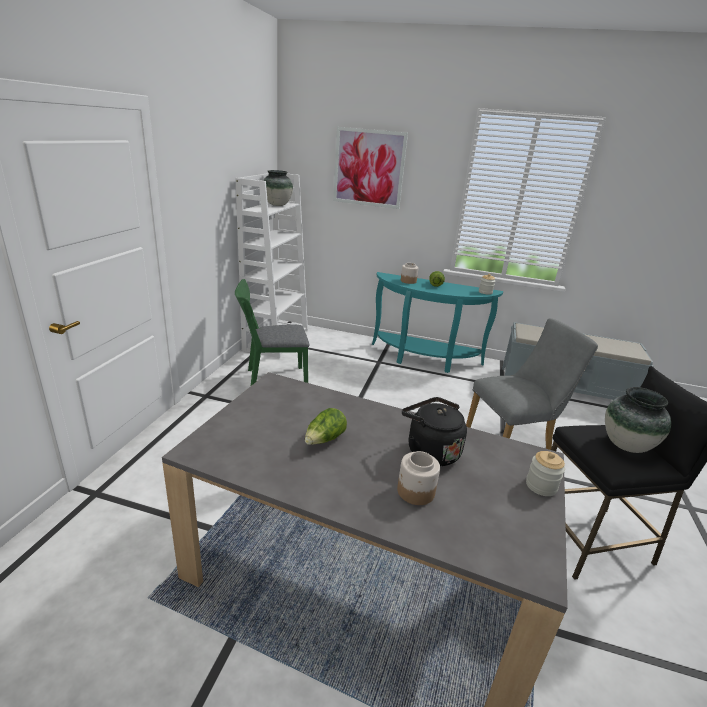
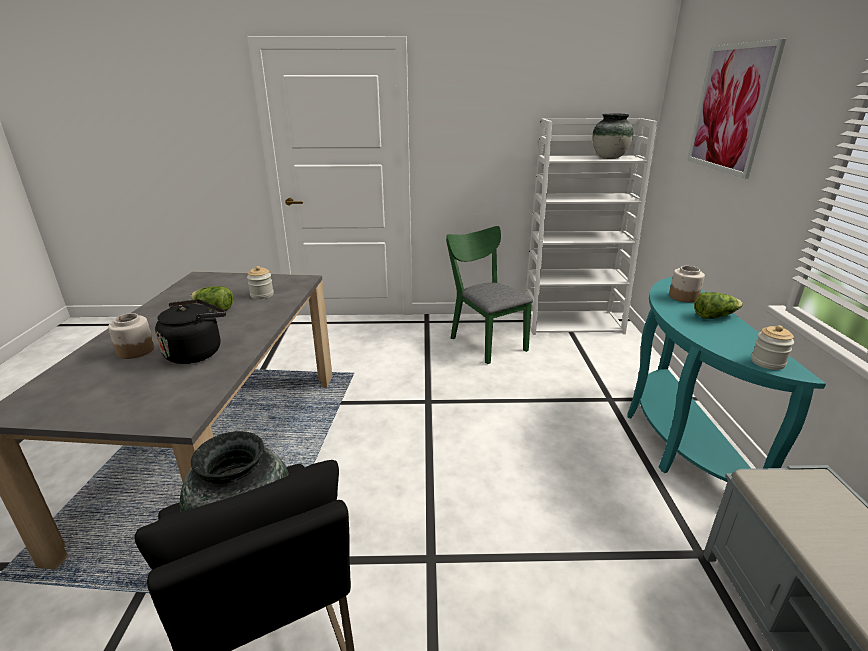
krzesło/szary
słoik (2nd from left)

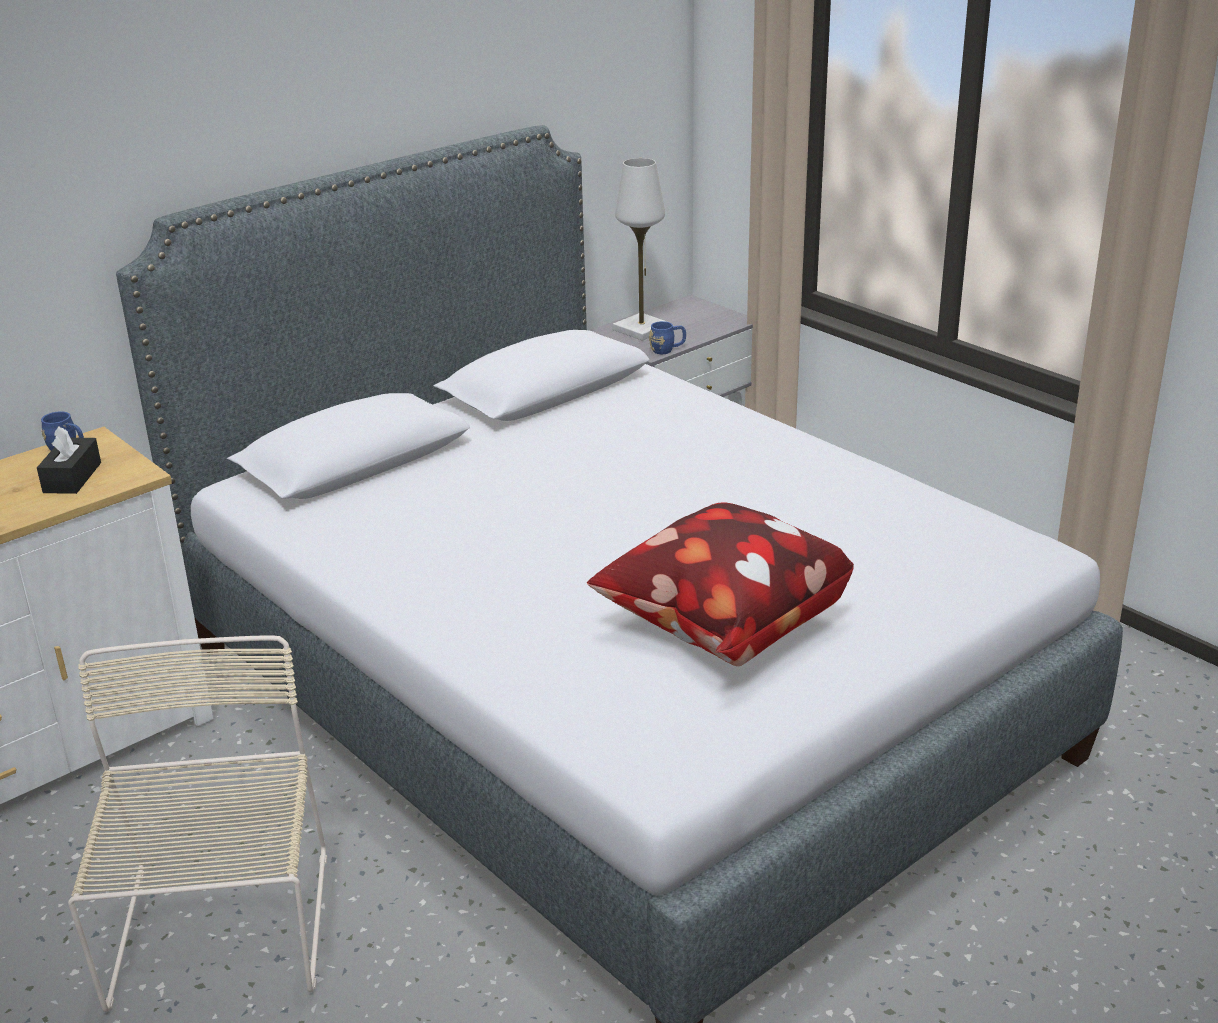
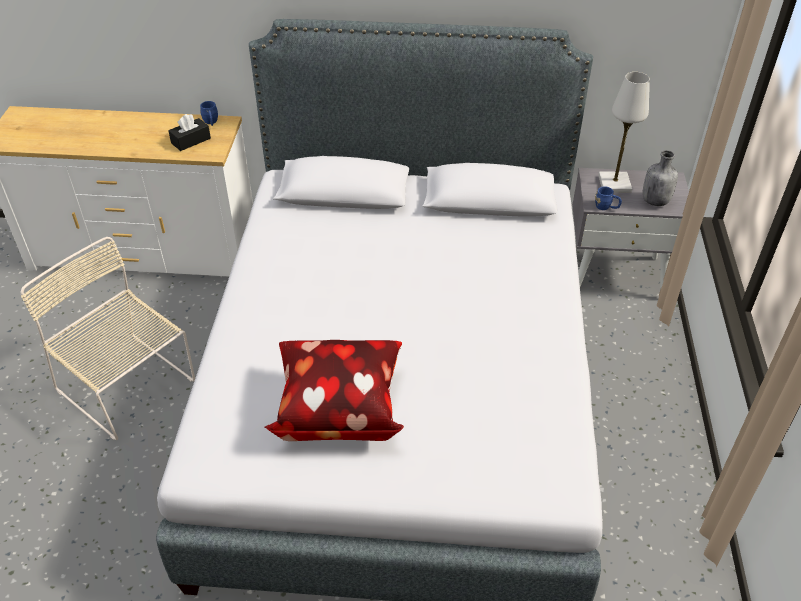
krzesło/beżowy
butelka/szary

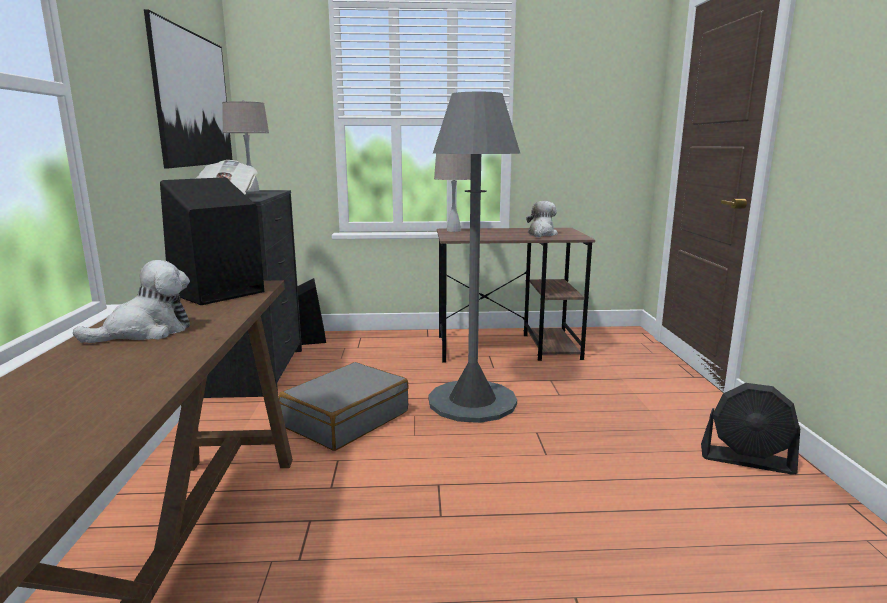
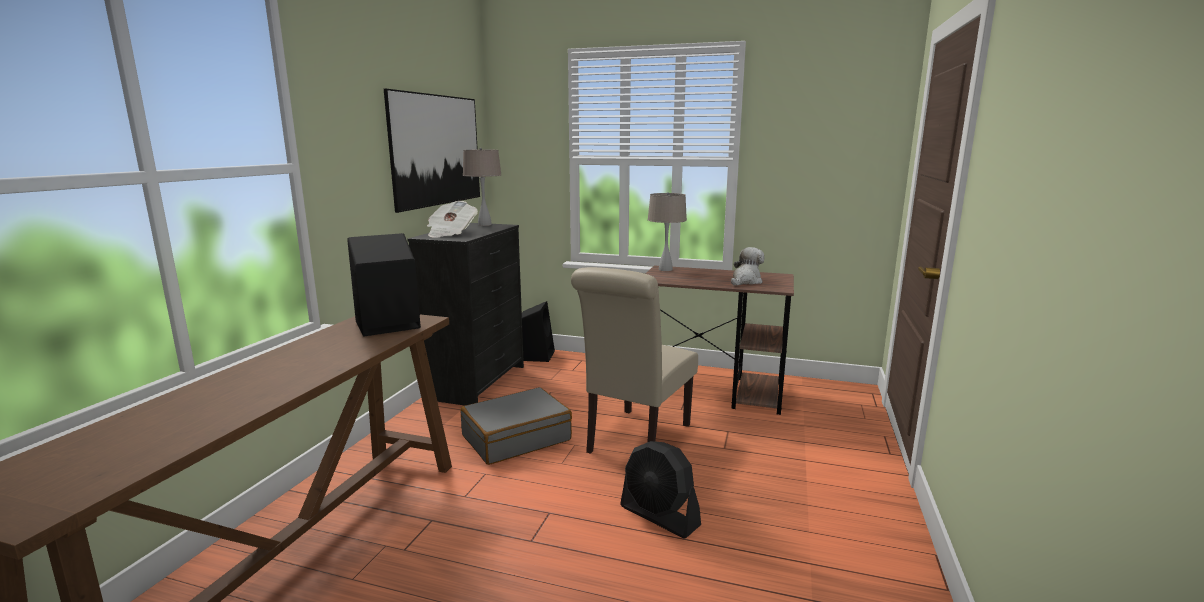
krzesło/beżowy
pluszak (1st from left in the first image)
wentylator/czarny

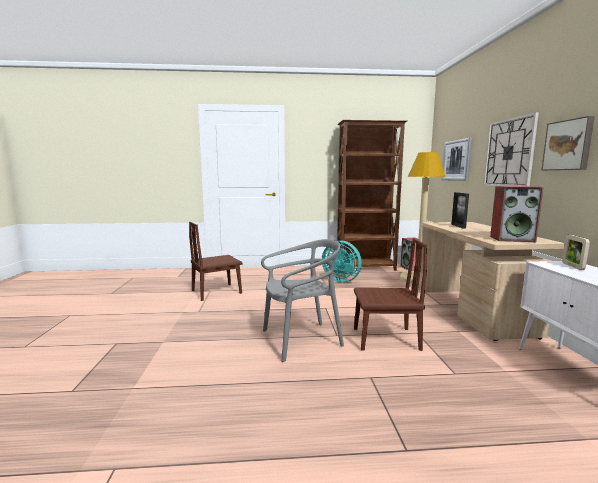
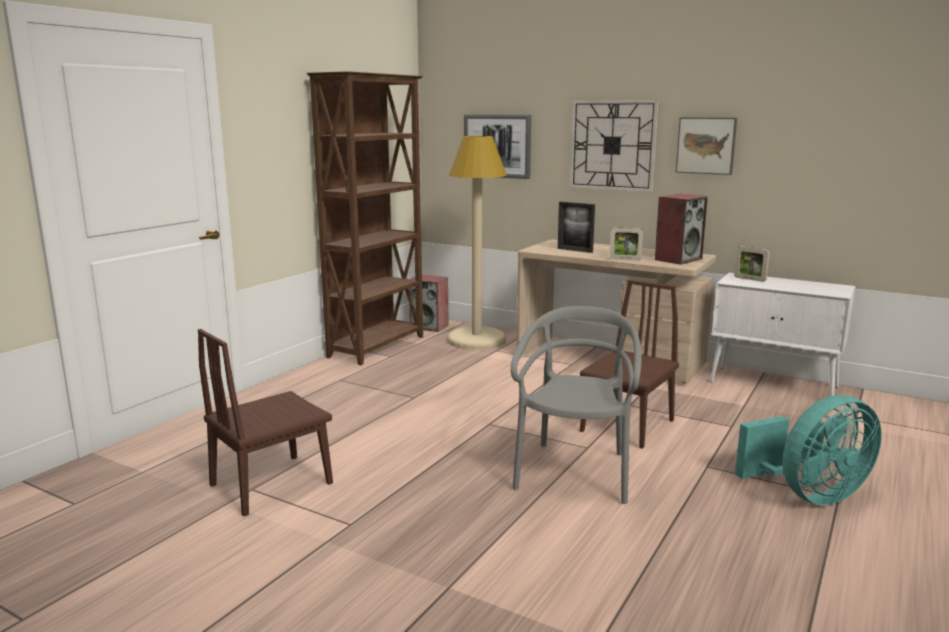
krzesło/brązowy (1st from left)
wentylator/turkusowy
ramka na zdjęcie (2nd from left)

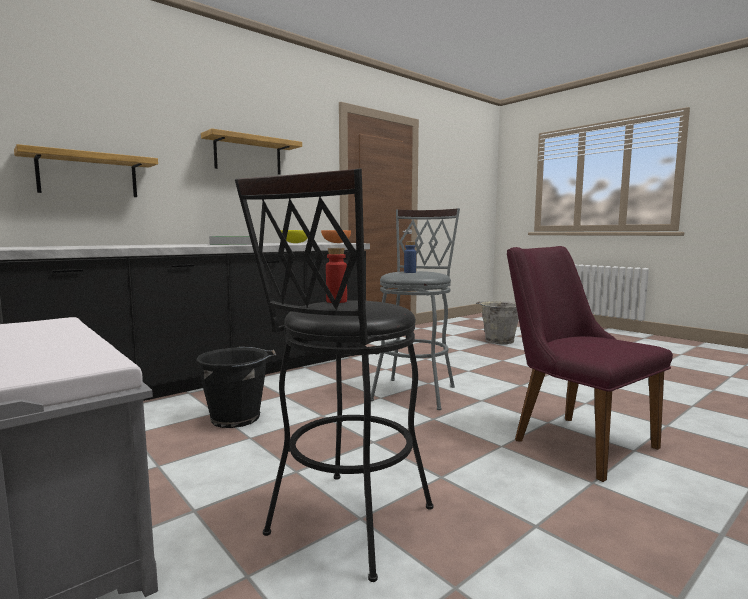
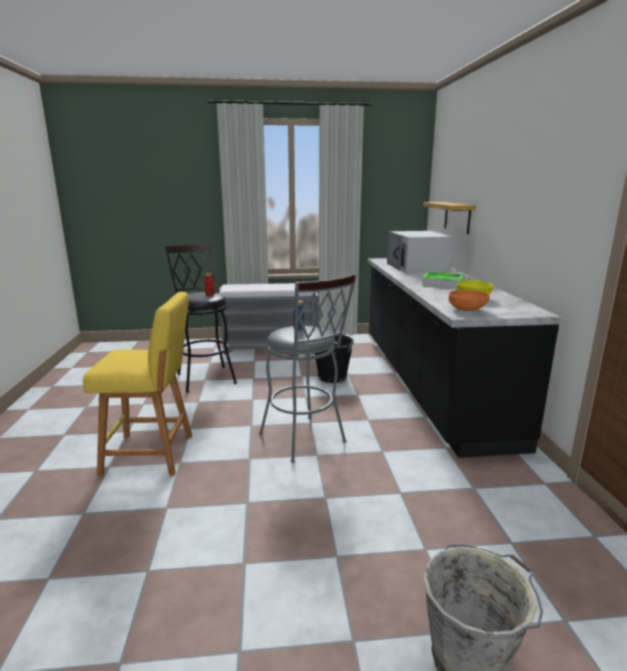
półka (2nd from left in the first image)
stołek/żółty
mikrofalówka/biały

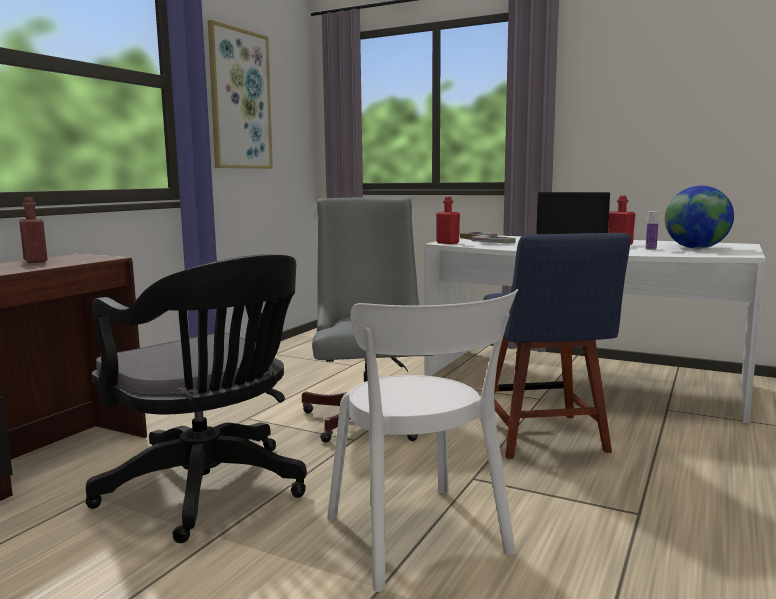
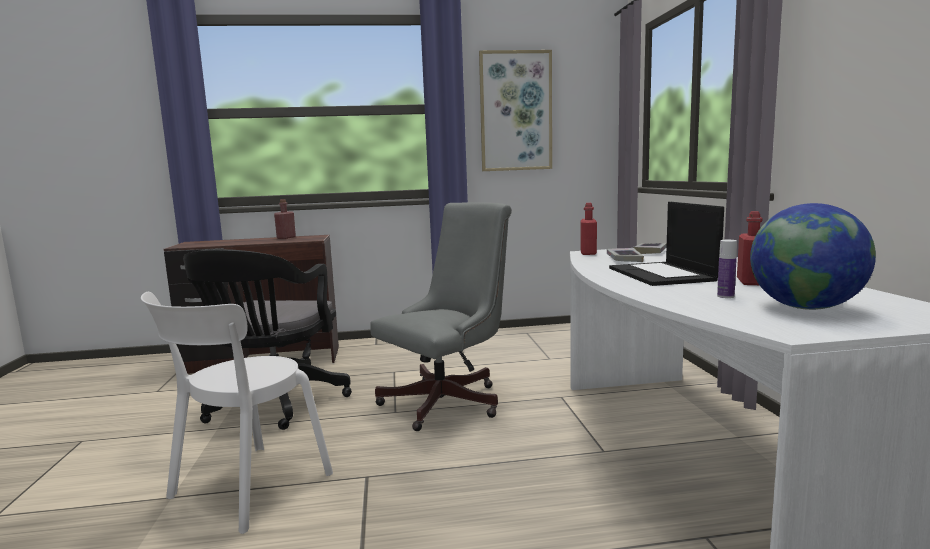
krzesło/niebieski

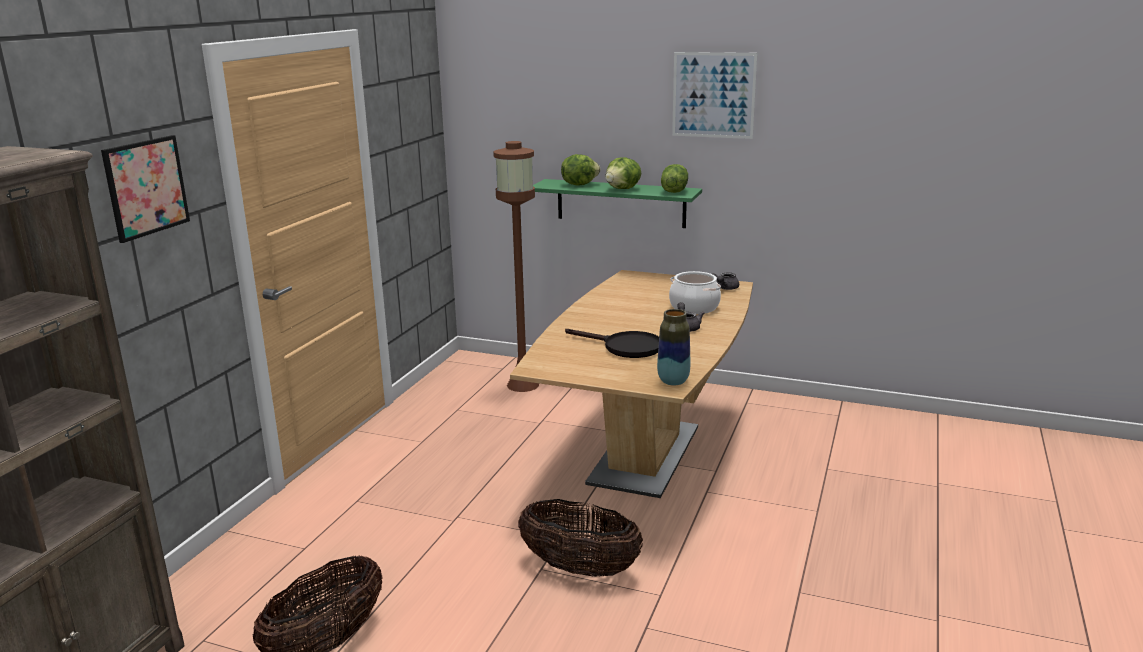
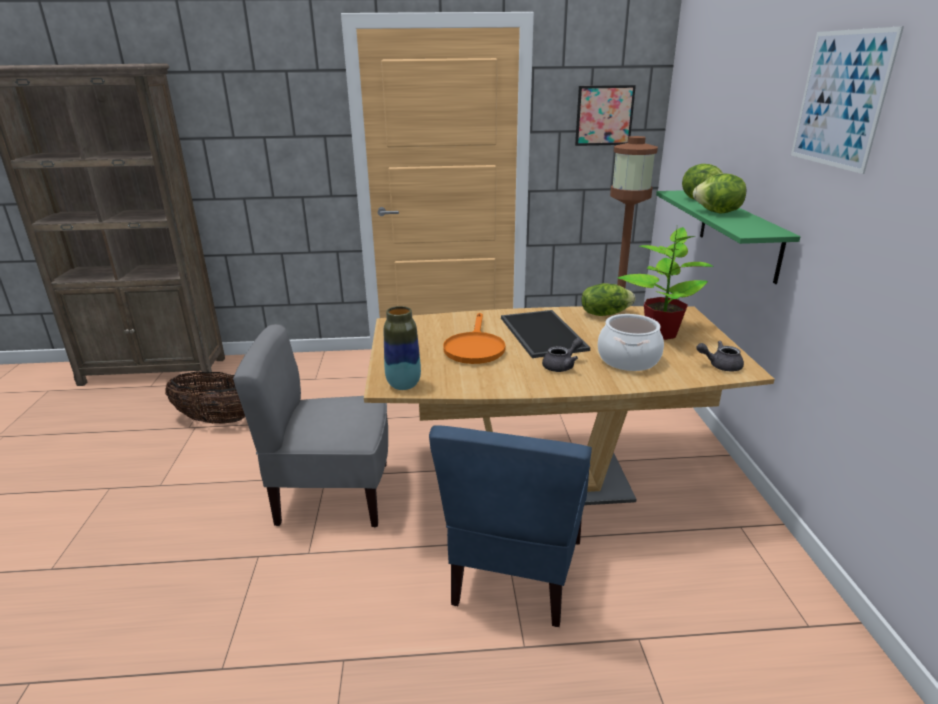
obraz (1st from left)
sałata (1st from left)
patelnia/pomarańczowy
krzesło/szary
roślina doniczkowa
taca
krzesło/niebieski

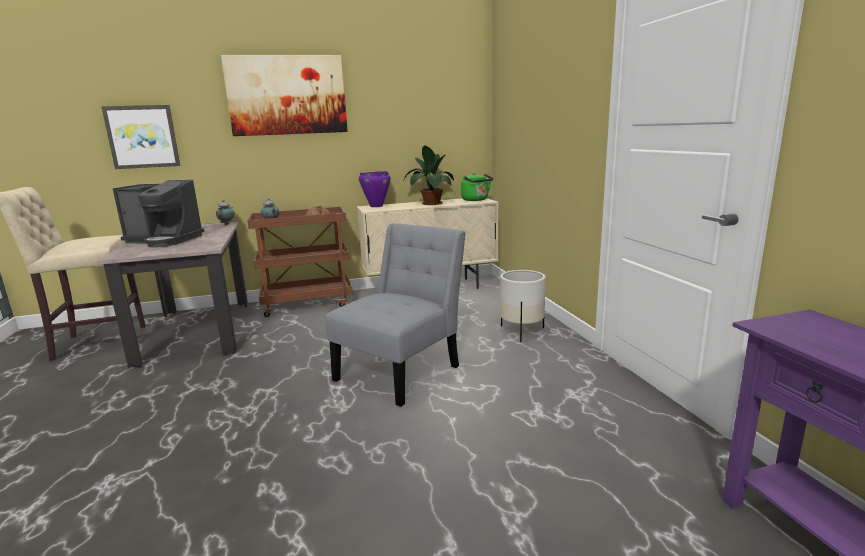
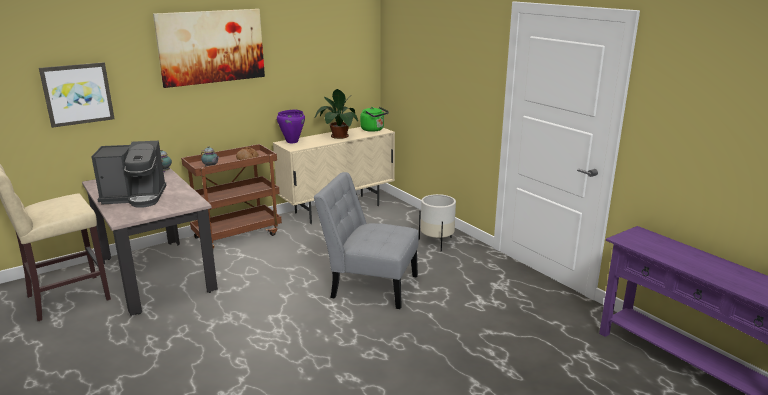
krzesło/szary

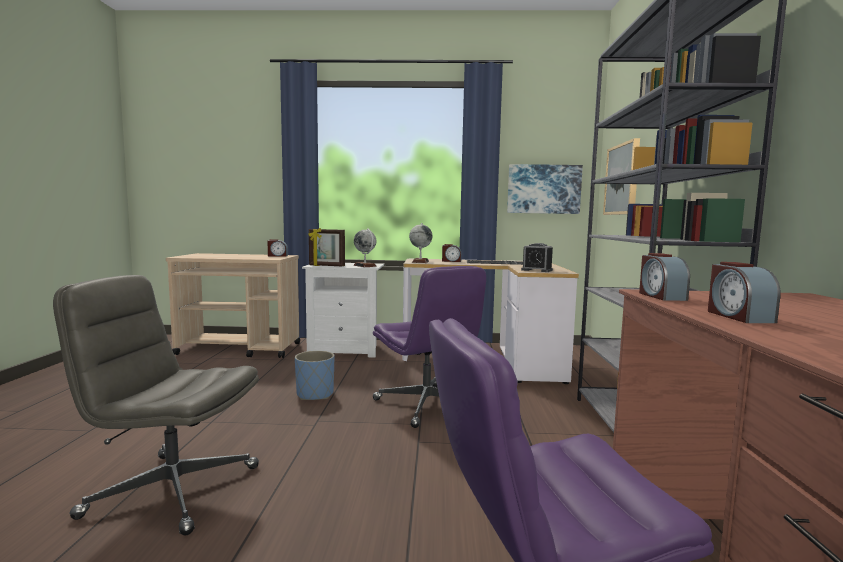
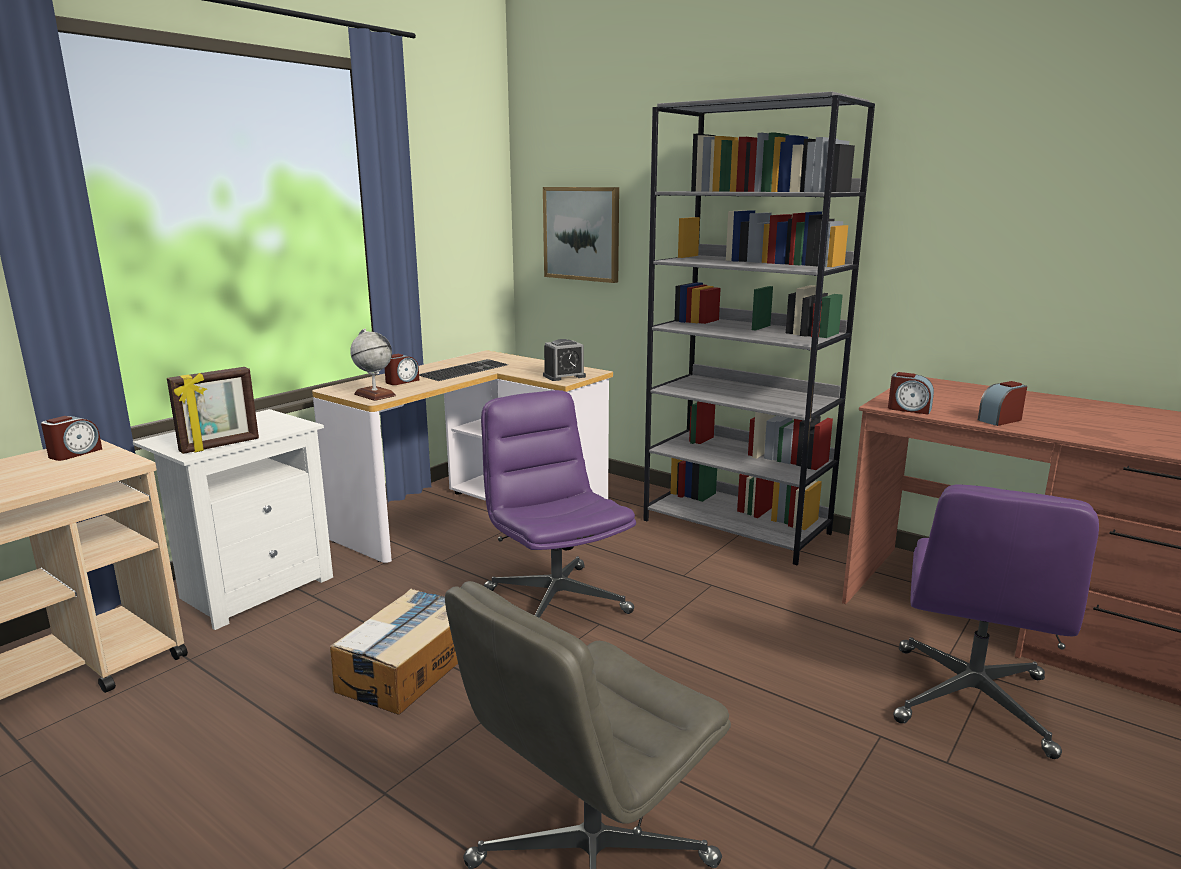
obraz (1st from left in the first image)
globus (1st from left in the first image)
budzik (5th from left)
krzesło biurowe/fioletowy (1st from left)
karton

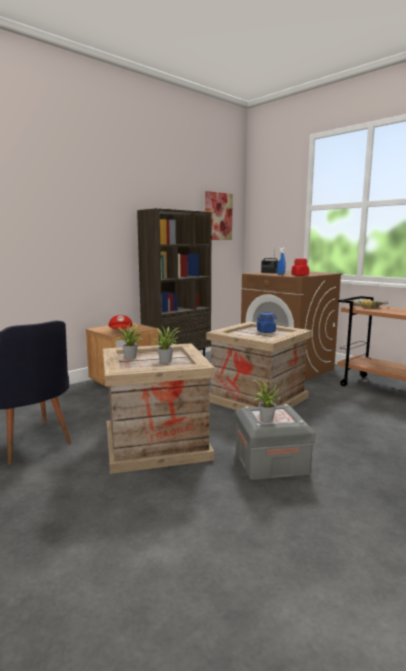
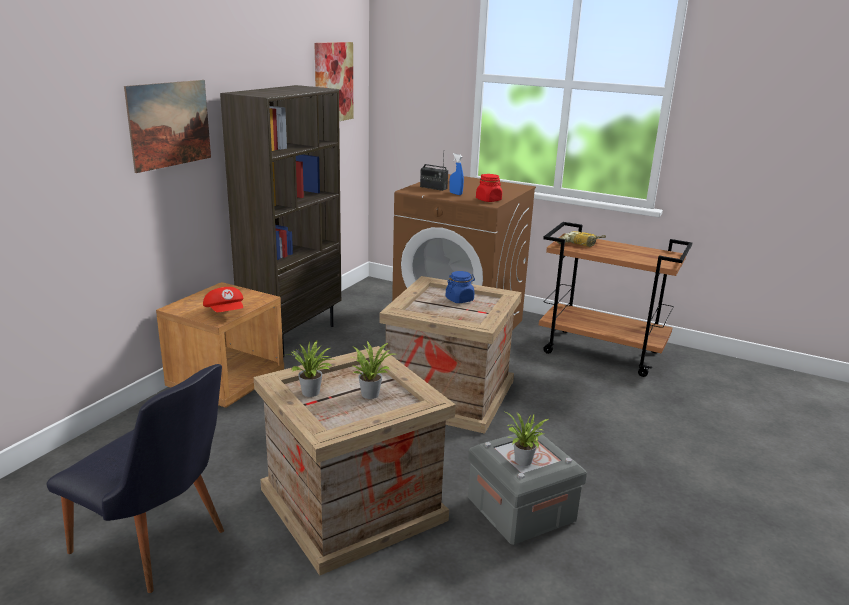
obraz (1st from left)

